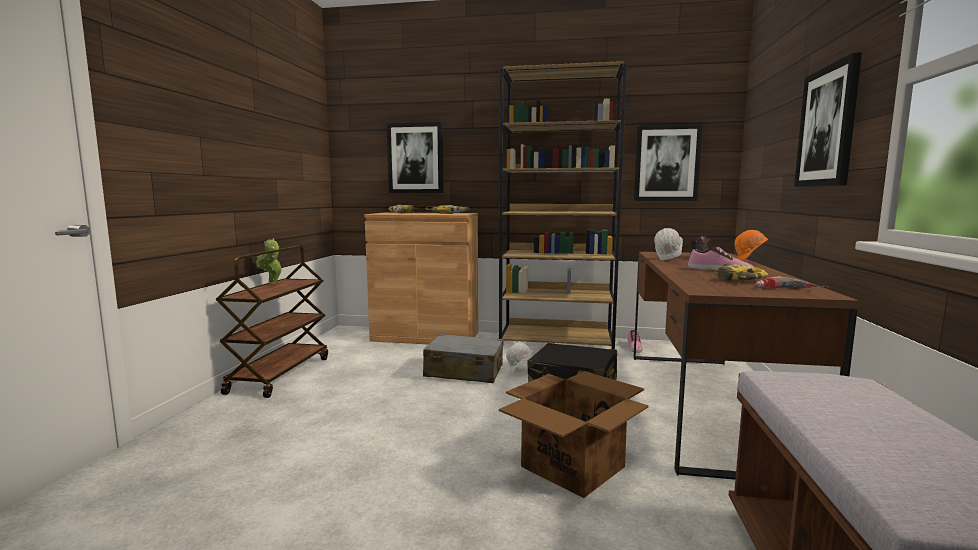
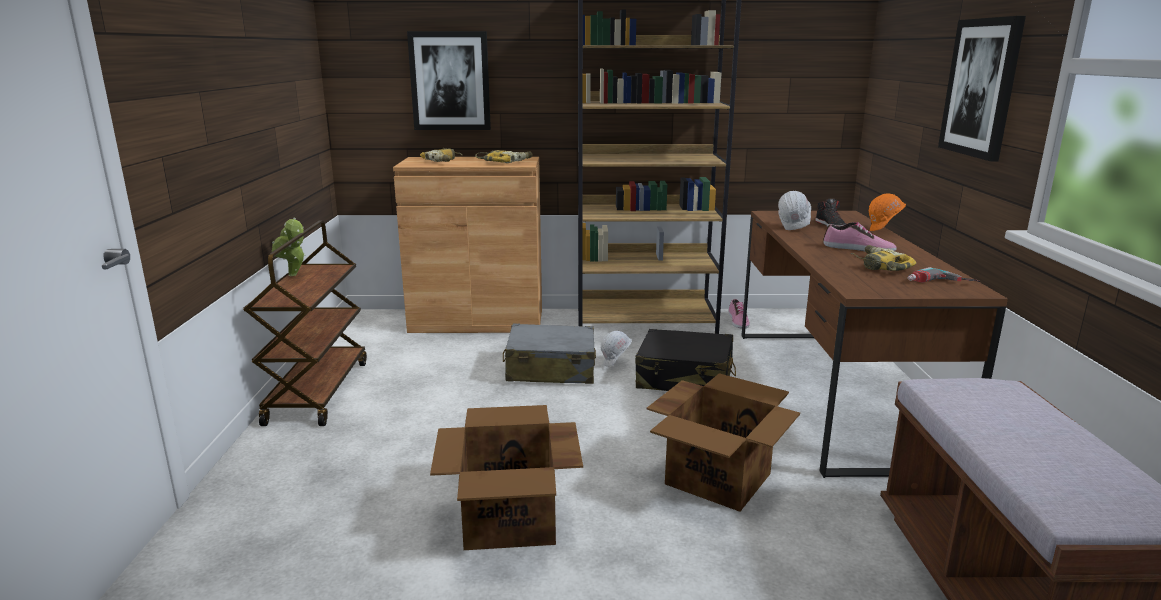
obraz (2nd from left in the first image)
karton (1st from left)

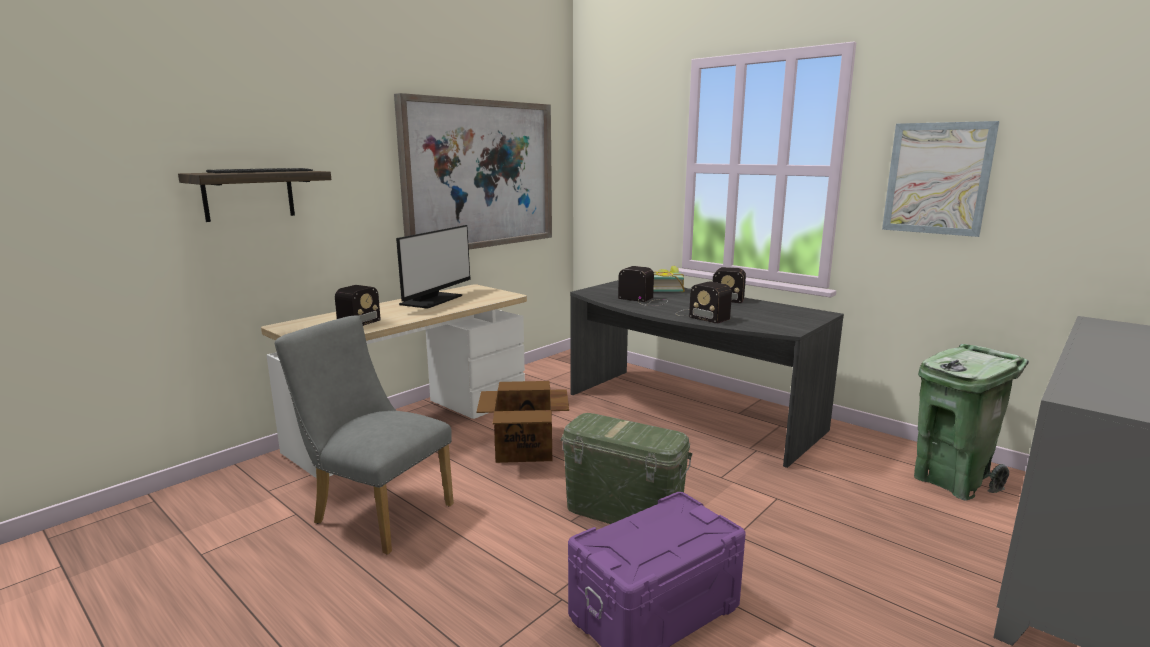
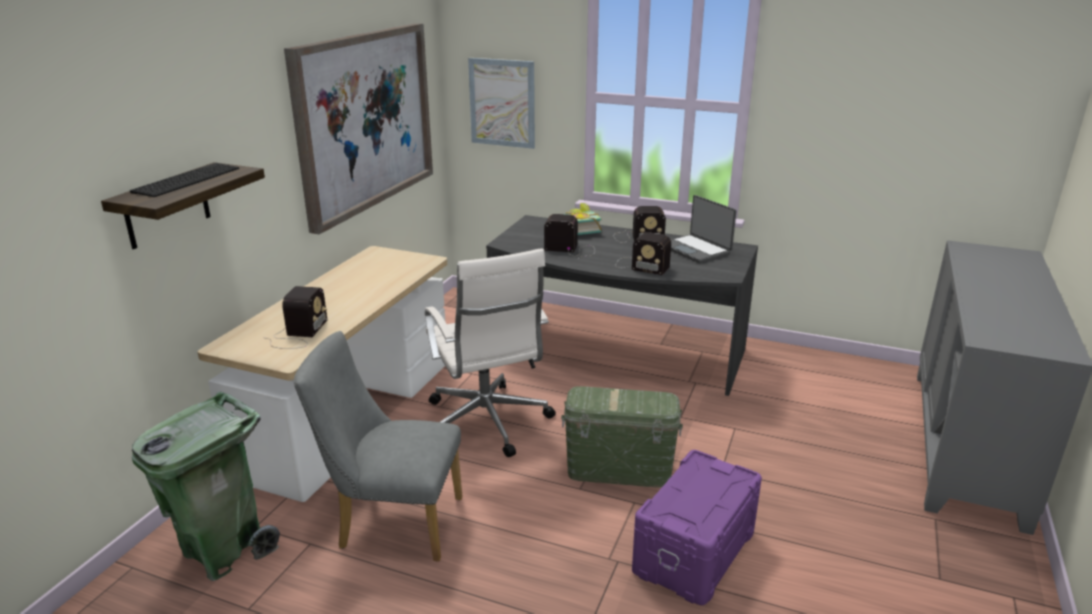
obraz (2nd from left)
monitor
kosz na śmieci/zielony
krzesło biurowe/biały
laptop

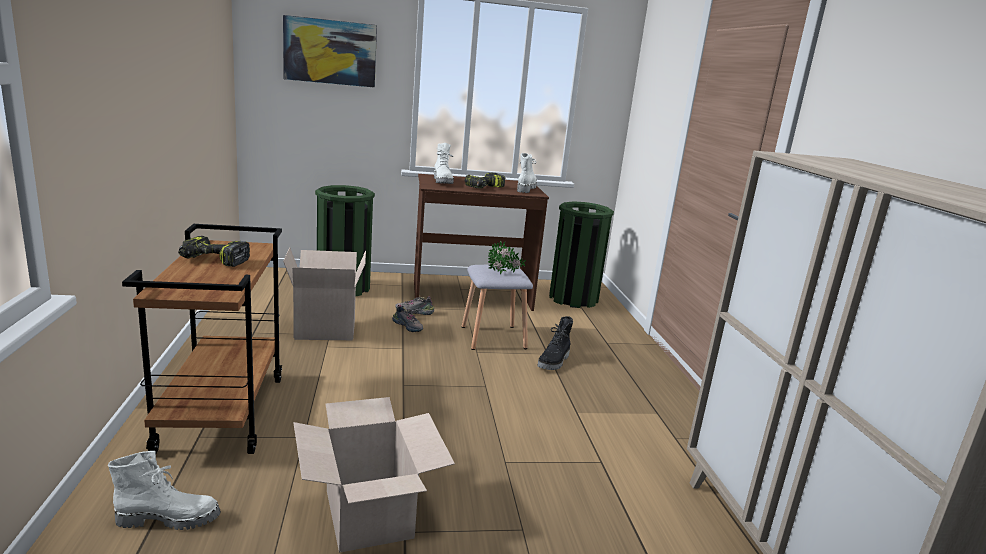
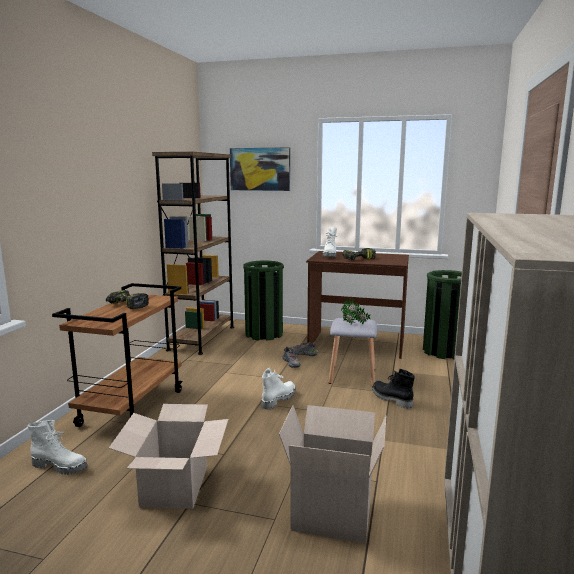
but z cholewką/biały (2nd from left)
karton (2nd from left)
but z cholewką/czarny
regał/brązowy

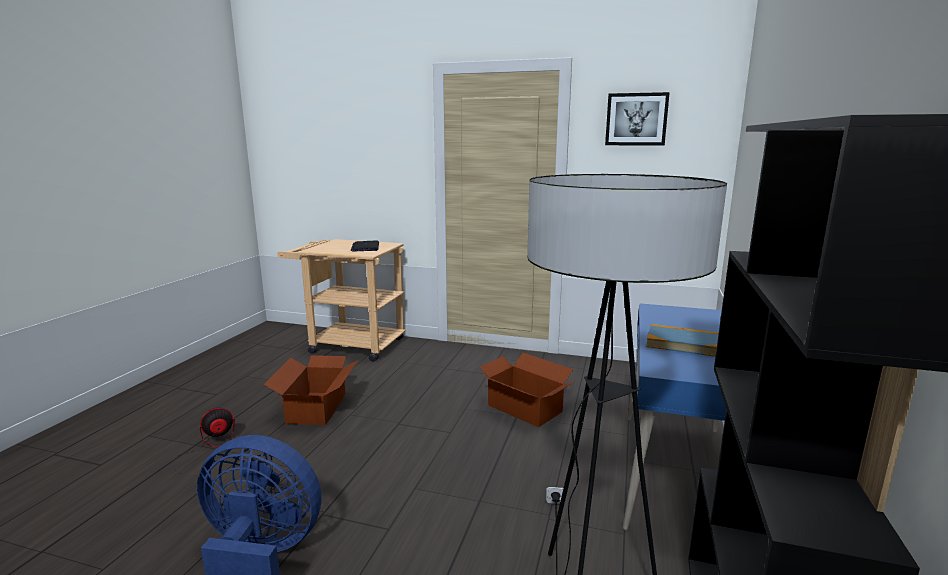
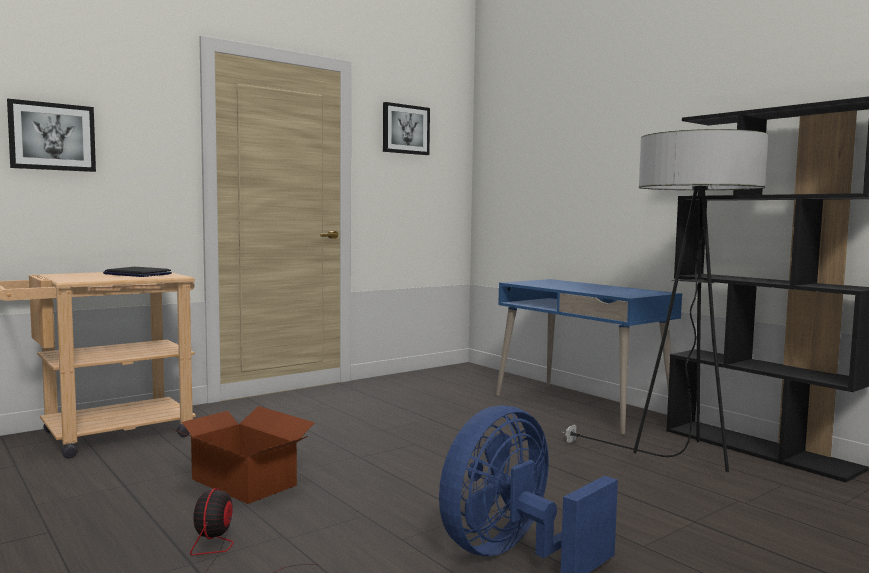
książka
karton (2nd from left in the first image)
obraz (1st from left)

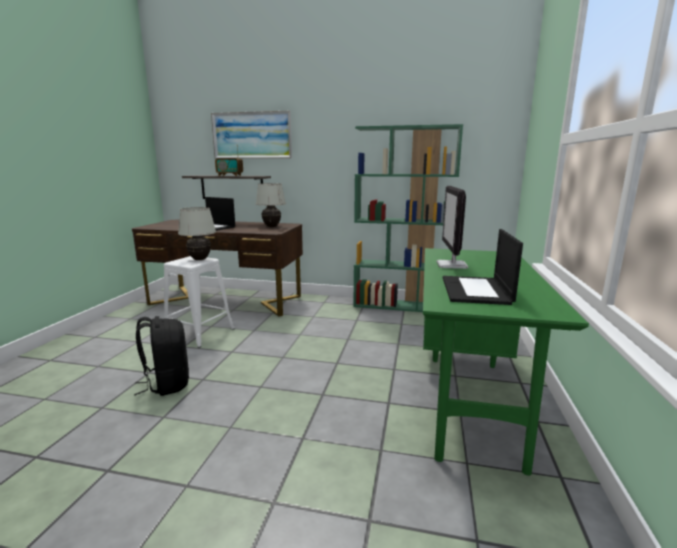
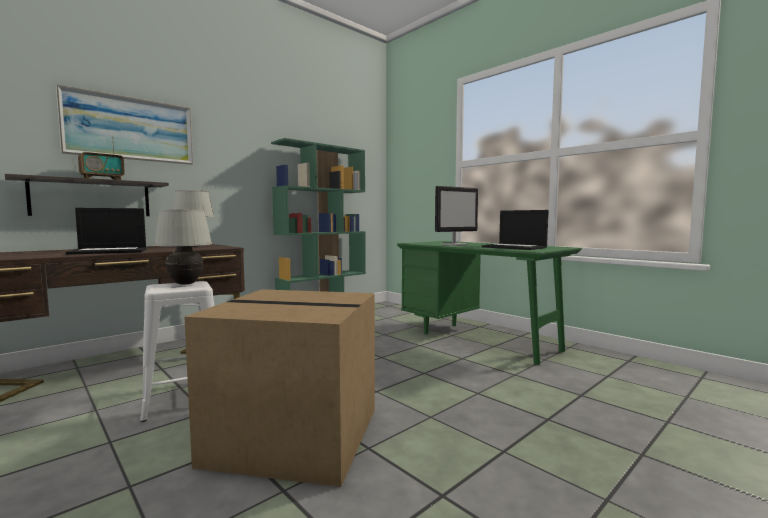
monitor
karton

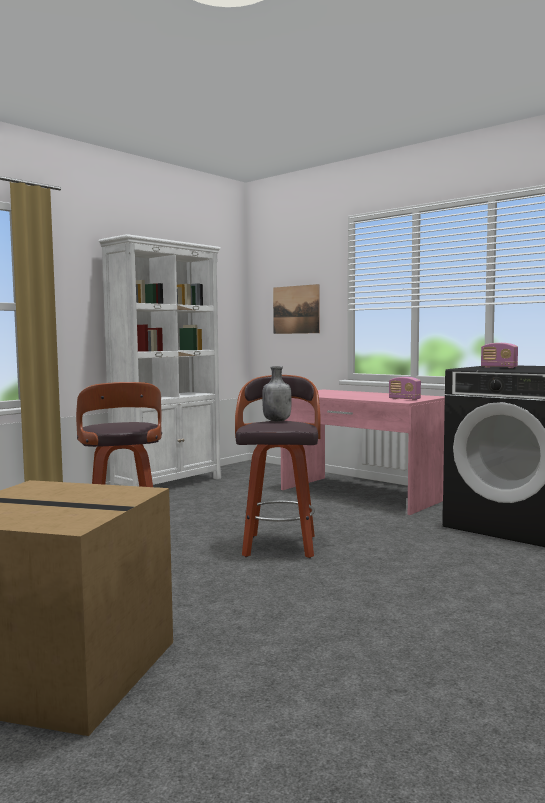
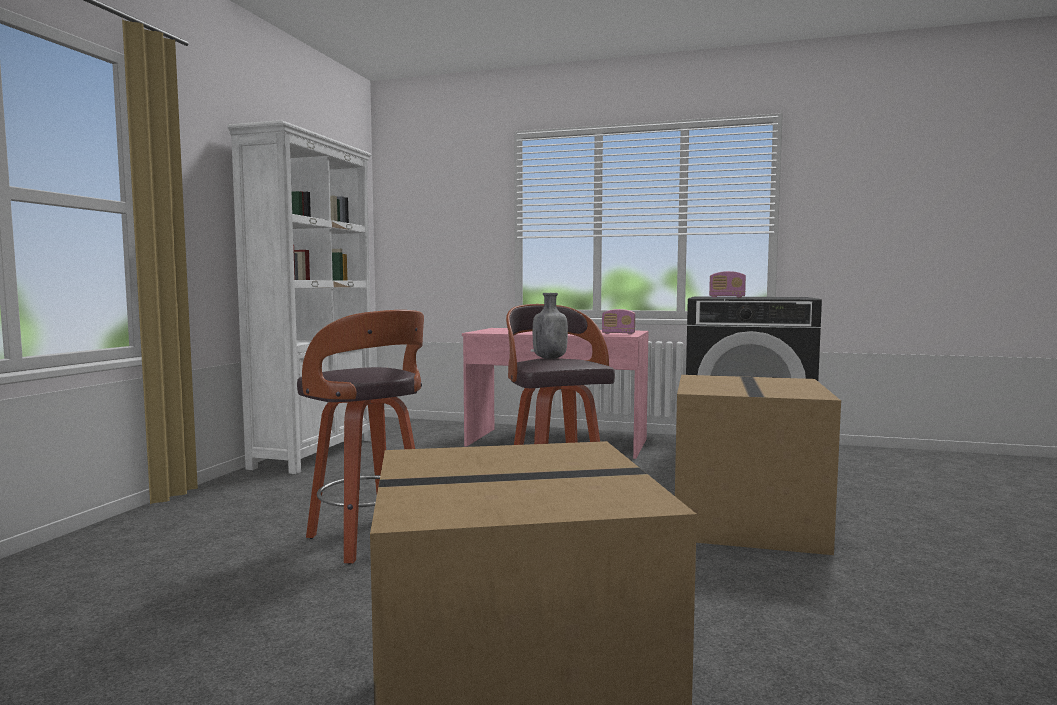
obraz
karton (2nd from left)

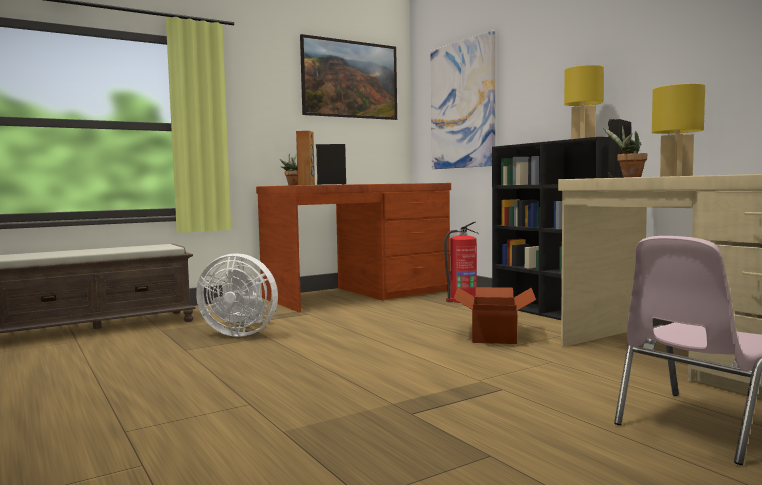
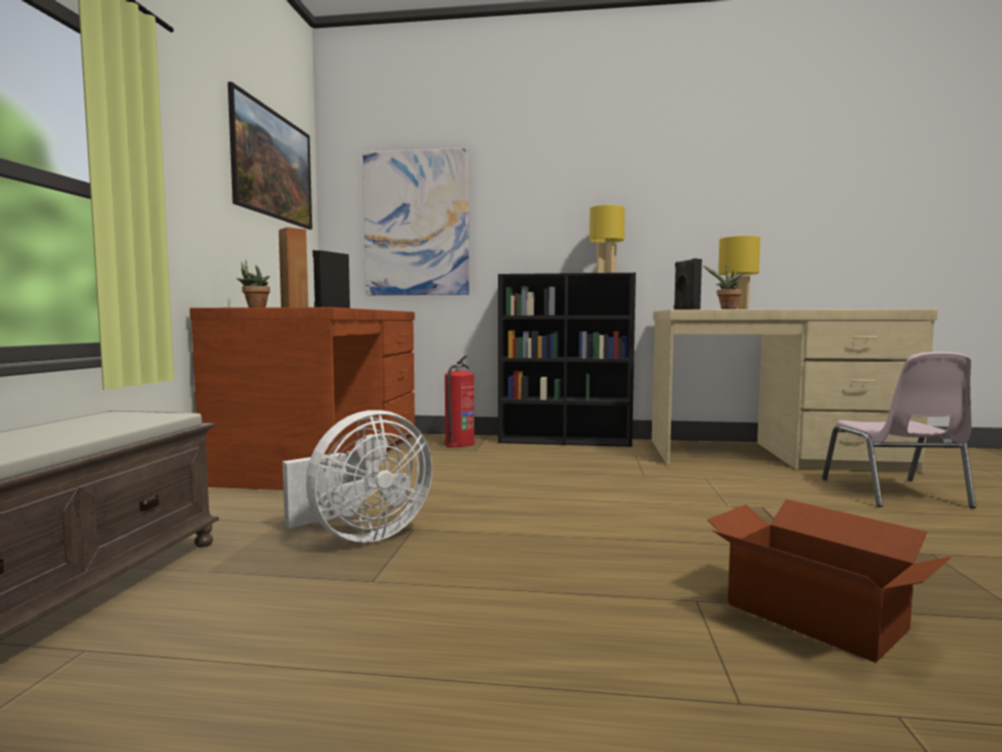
karton

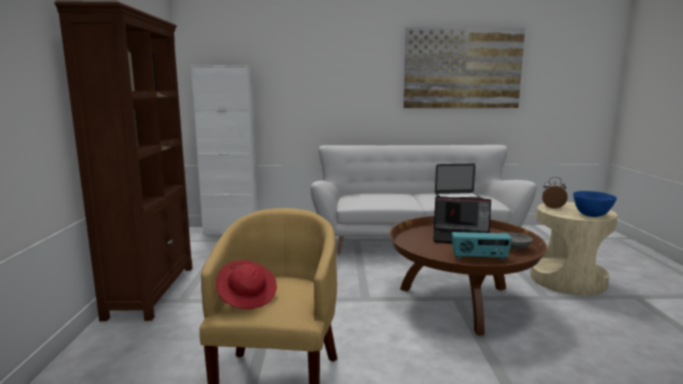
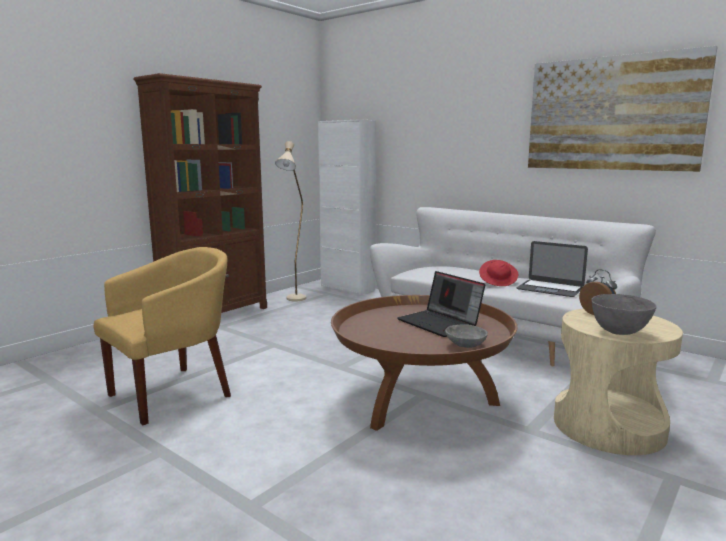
miska/szary (2nd from left)
radio
kapelusz/czerwony
lampa stojąca/beżowy

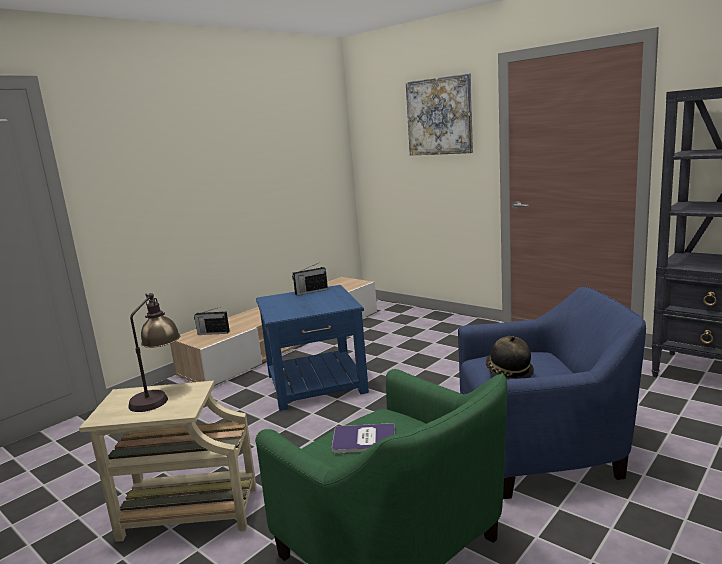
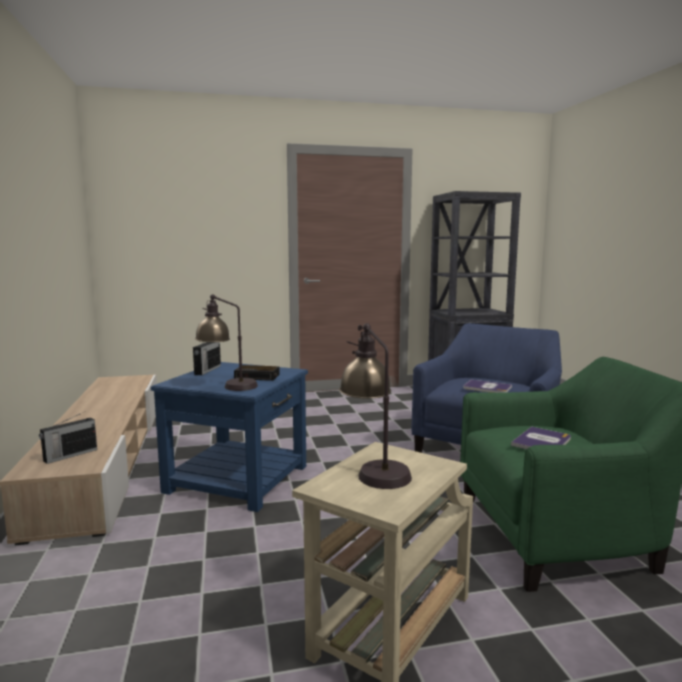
obraz
książka (1st from left)
lampa stołowa (1st from left)
budzik

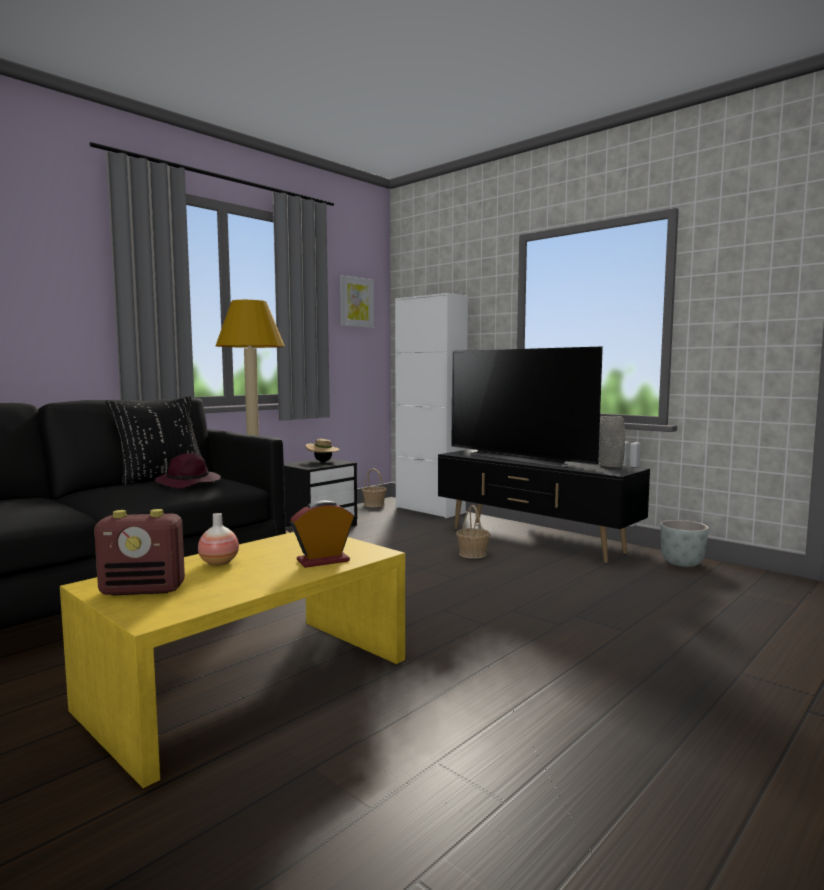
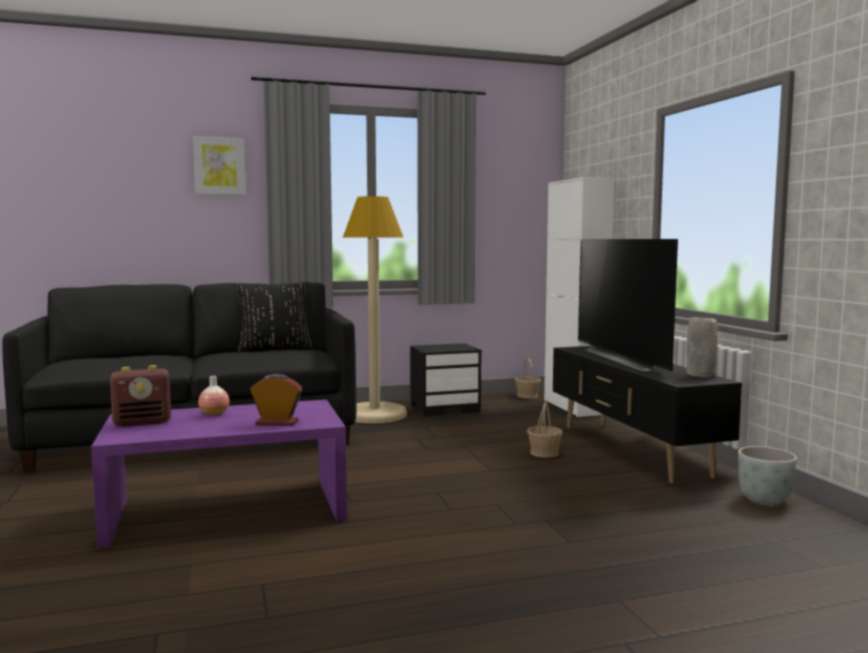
obraz
kapelusz/beżowy
kapelusz/fioletowy
radio
ława/fioletowy

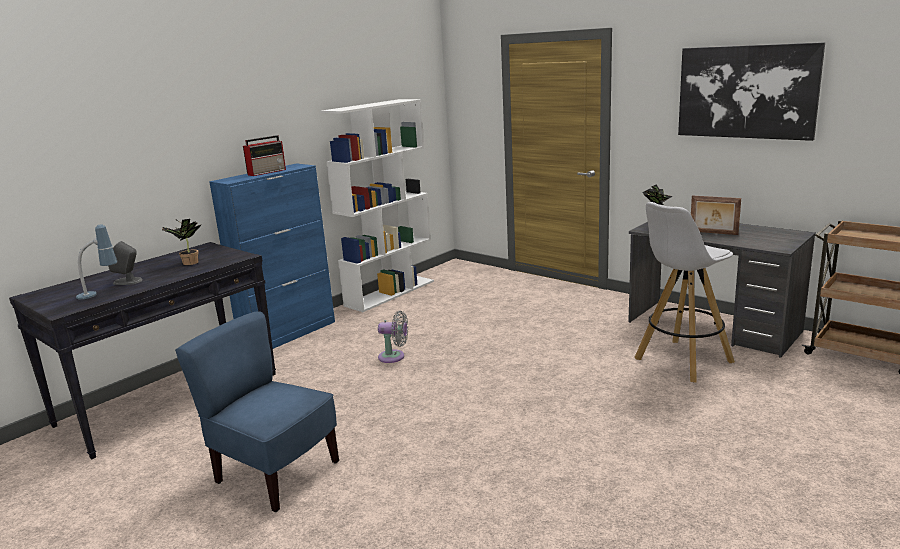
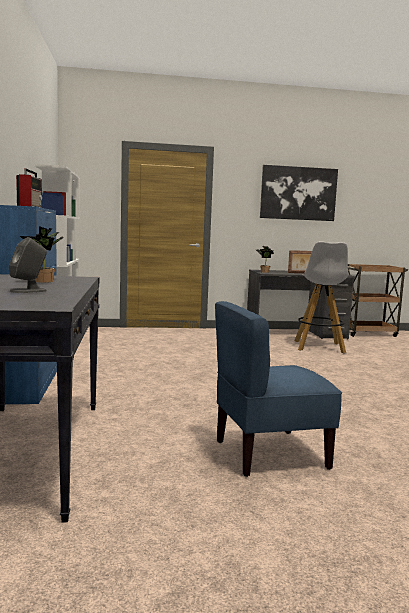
lampa stołowa
wentylator/szary

